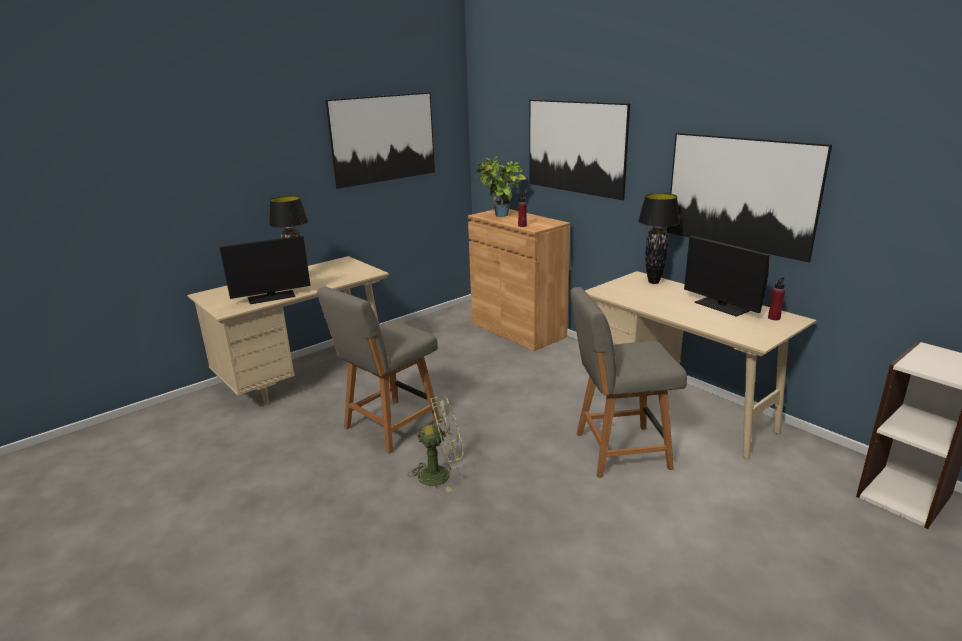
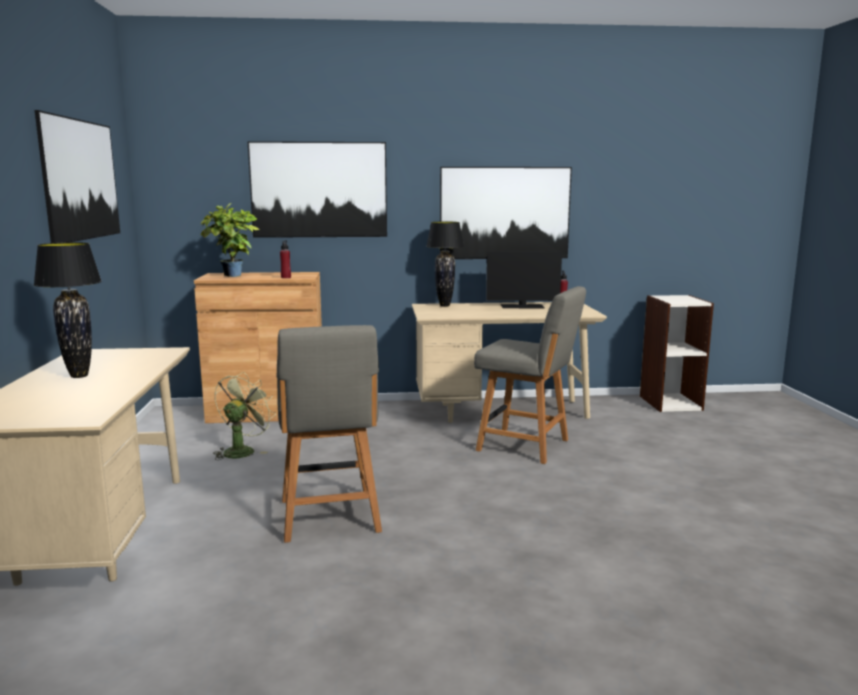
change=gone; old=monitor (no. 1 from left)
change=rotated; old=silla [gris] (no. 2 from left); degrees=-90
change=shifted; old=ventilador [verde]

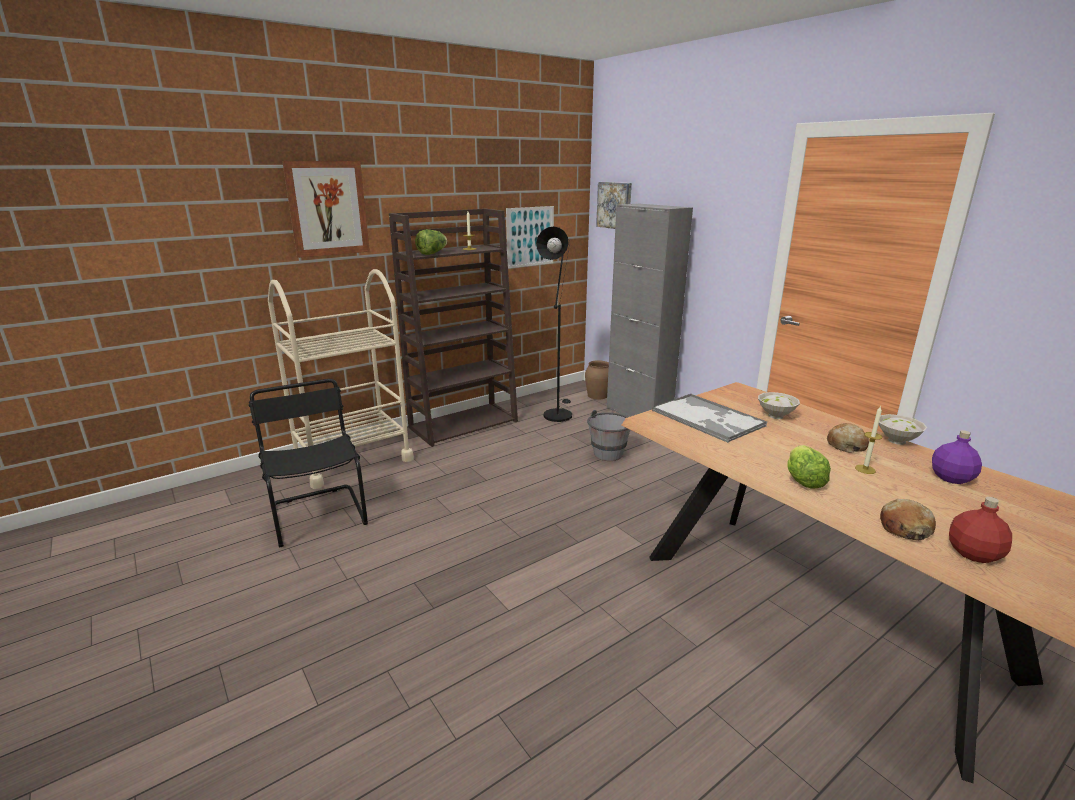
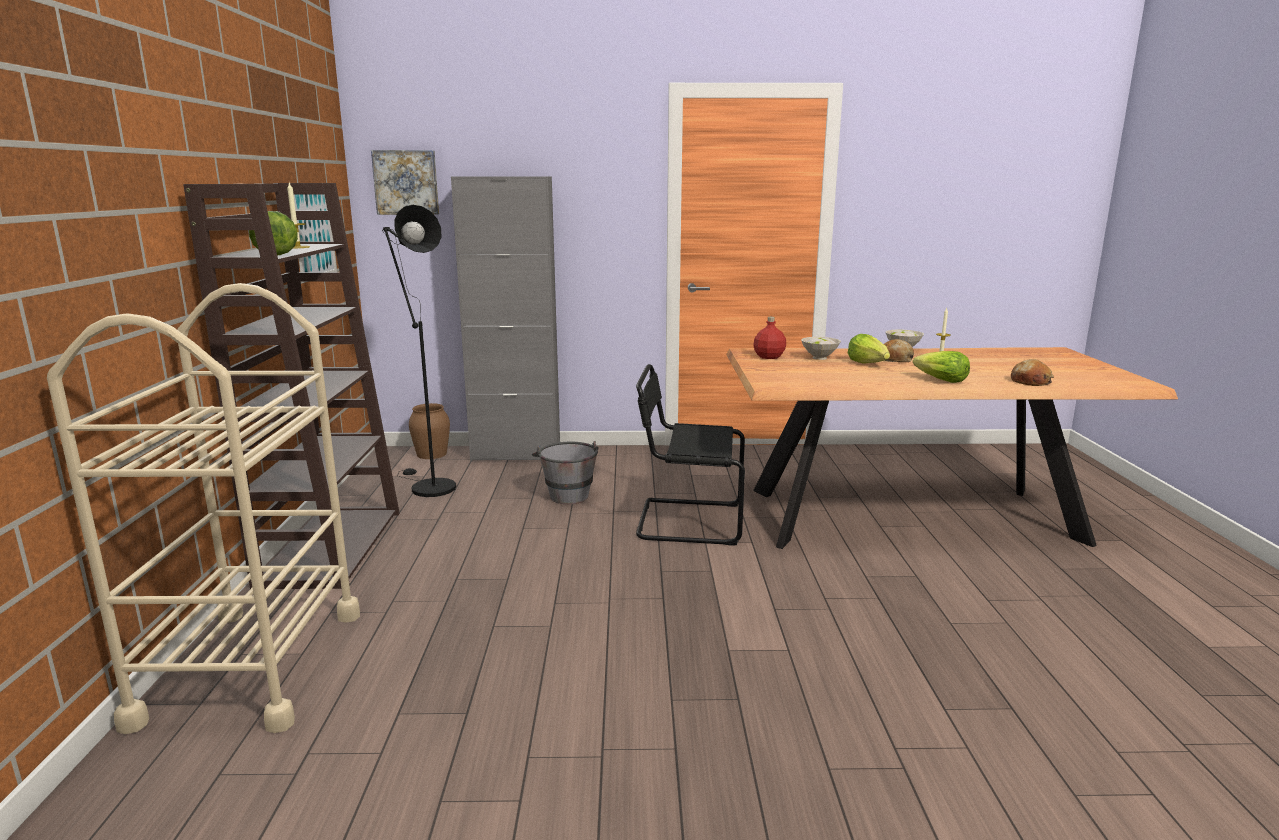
change=gone; old=cuadro (no. 1 from left)
change=shifted; old=silla [negro]
change=gone; old=bandeja
change=gone; old=botella [morado]
change=shifted; old=botella [rojo]
change=new; new=lechuga (no. 2 from left)

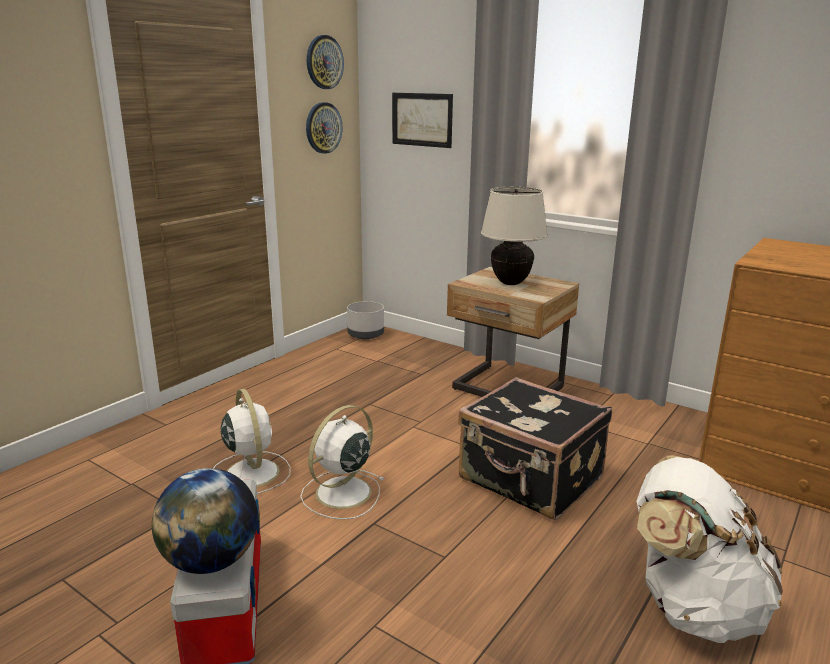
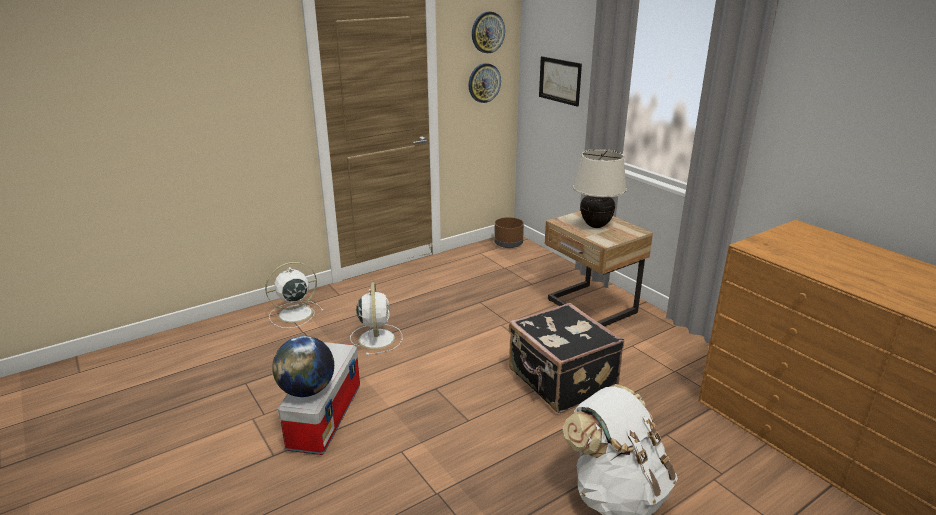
change=repainted; old=maceta [gris]; new=maceta [marrón]
change=shifted; old=ventilador [blanco] (no. 2 from left in the first image); new=ventilador [blanco] (no. 1 from left)

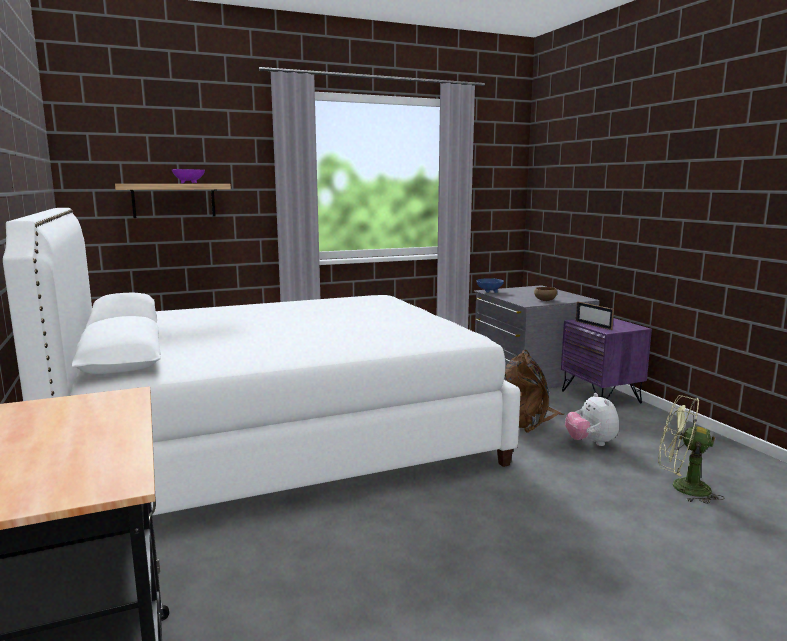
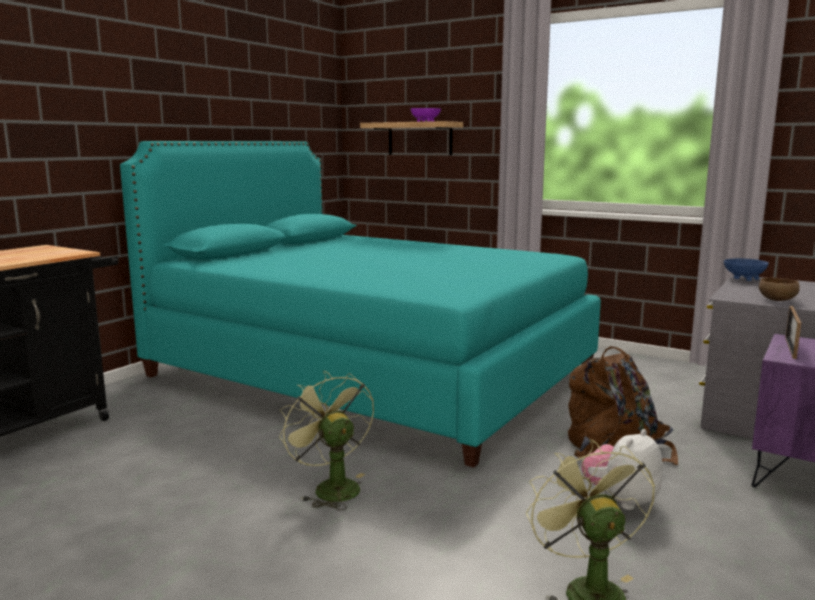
change=repainted; old=cama [blanco]; new=cama [turquesa]
change=new; new=ventilador [verde] (no. 1 from left)

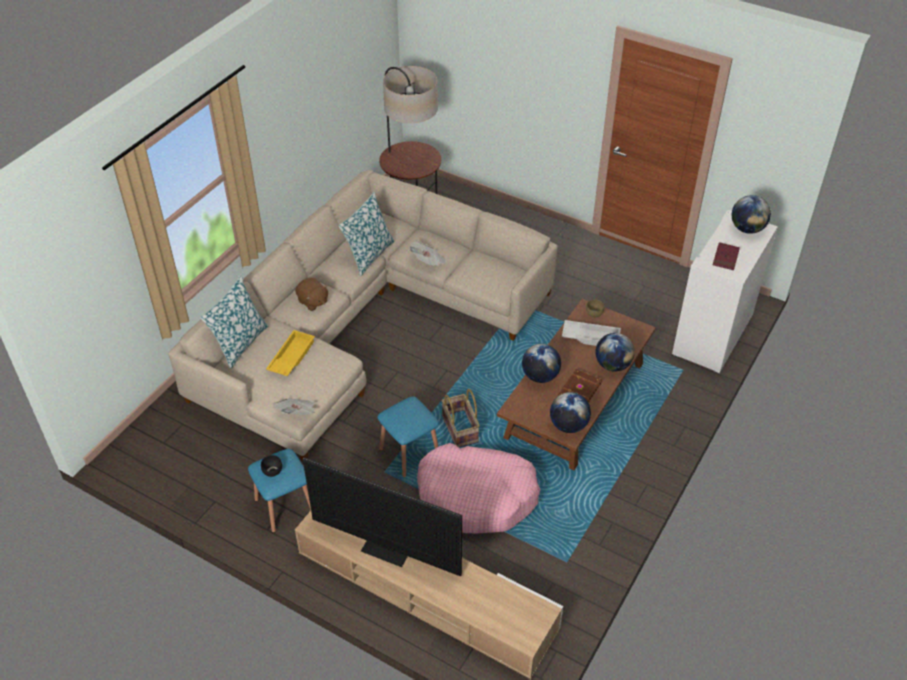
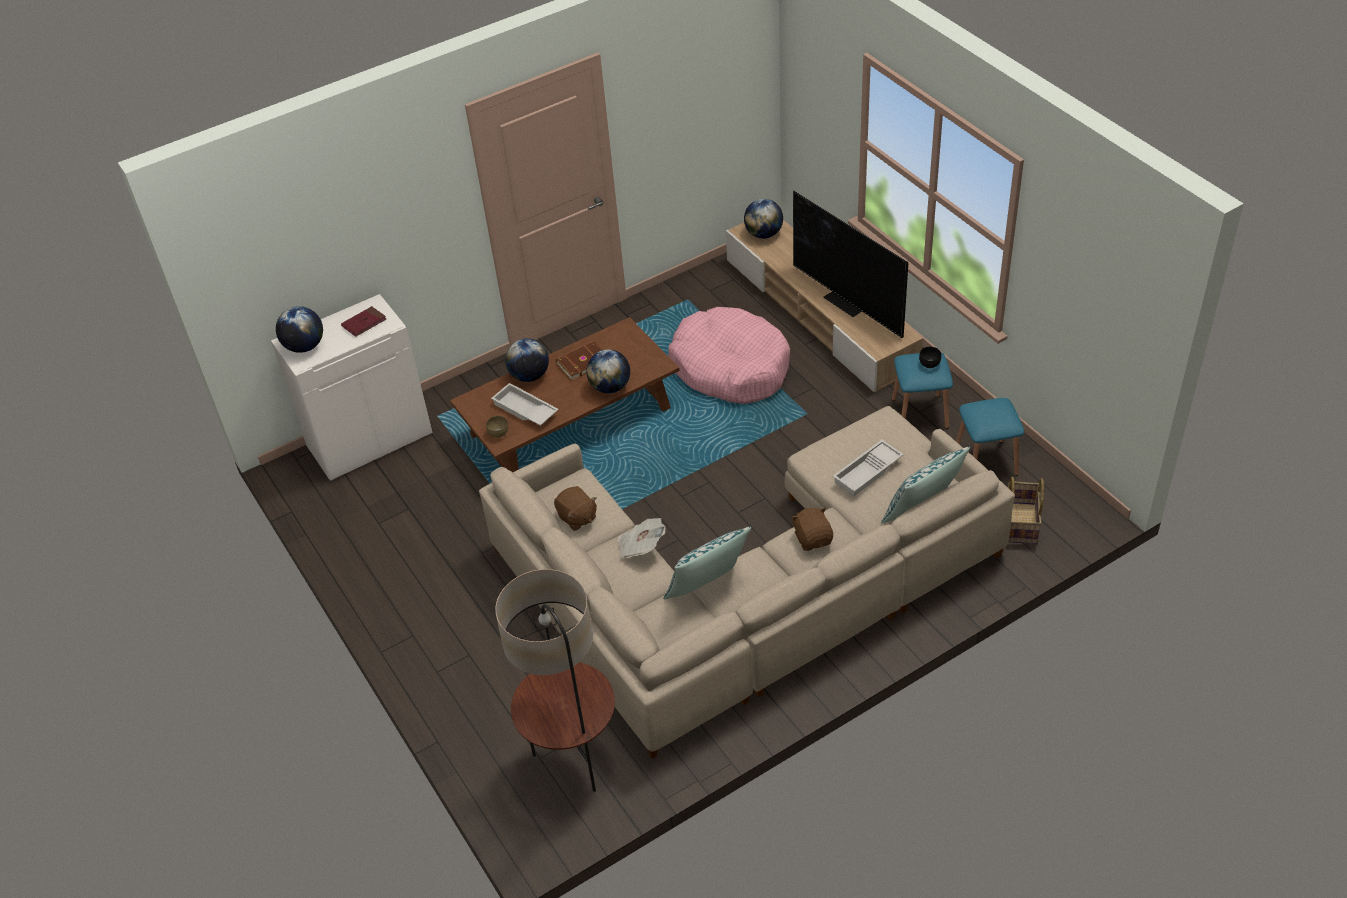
change=repainted; old=bandeja [amarillo]; new=bandeja [blanco] (no. 2 from left)
change=shifted; old=cesta
change=shifted; old=globo terráqueo (no. 2 from left in the first image); new=globo terráqueo (no. 4 from left)
change=shifted; old=taburete [azul] (no. 2 from left)
change=gone; old=periódico (no. 1 from left)
change=new; new=peluche [marrón] (no. 1 from left)

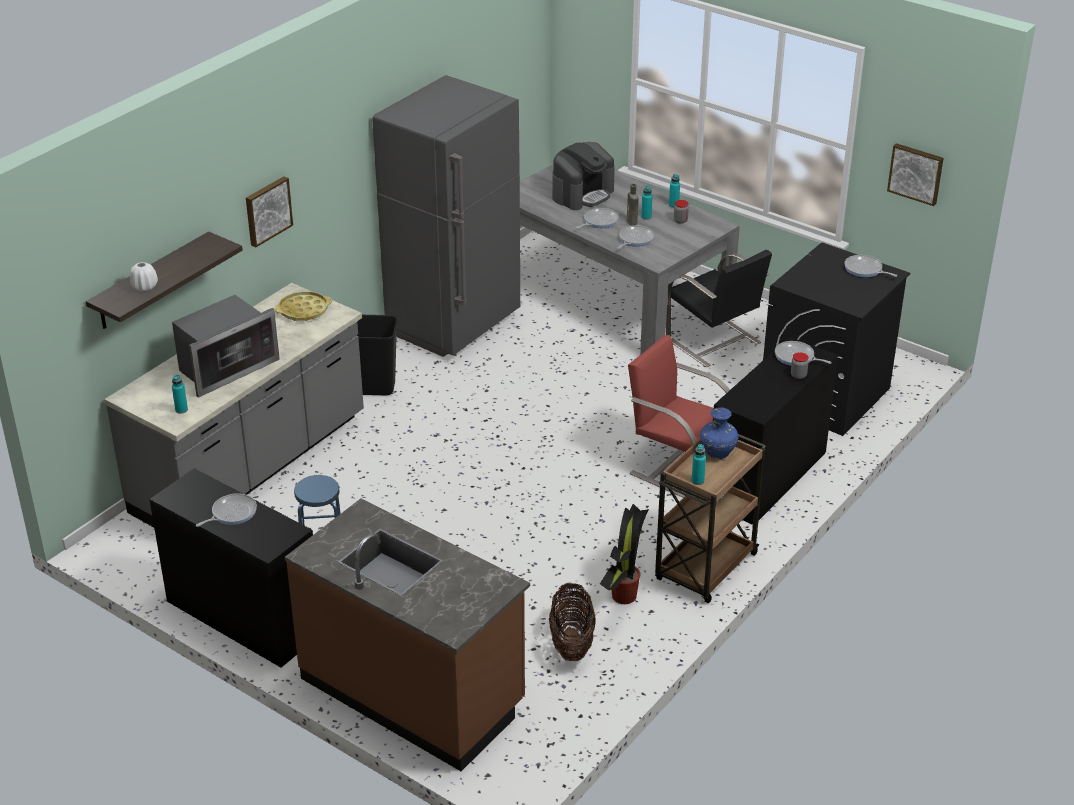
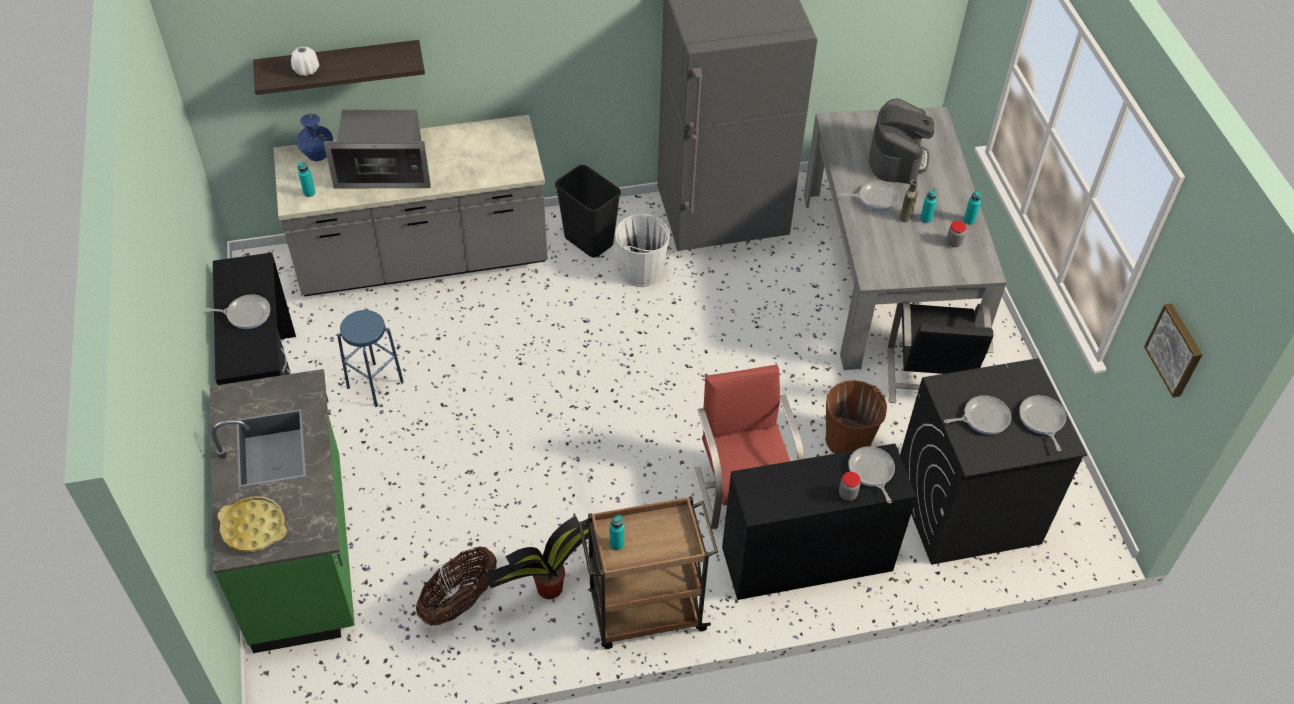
change=rotated; old=cafetera; degrees=-75
change=gone; old=cuadro (no. 1 from left)
change=shifted; old=sartén (no. 3 from left in the first image); new=sartén (no. 4 from left)
change=shifted; old=bandeja [amarillo]
change=shifted; old=florero [azul]
change=repainted; old=mueble bajo de cocina [marrón]; new=mueble bajo de cocina [verde]
change=new; new=cubo [blanco]
change=new; new=cubo [marrón]

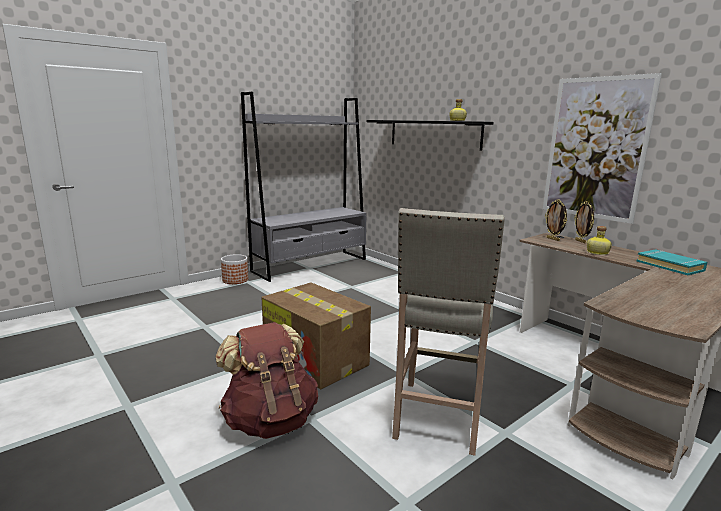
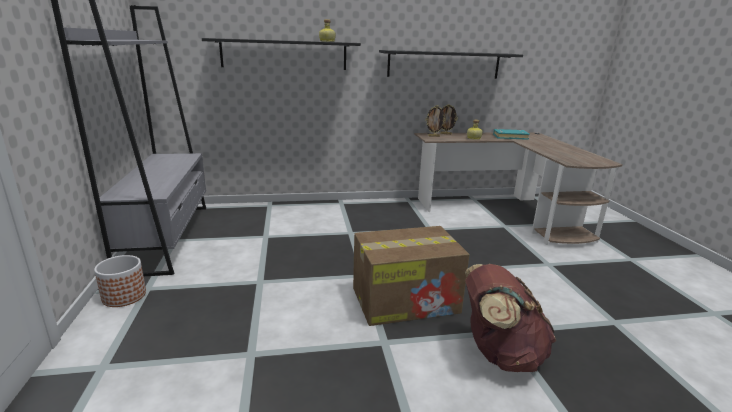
change=swapped; old=cuadro; new=estante [negro] (no. 2 from left)
change=gone; old=taburete [beis]

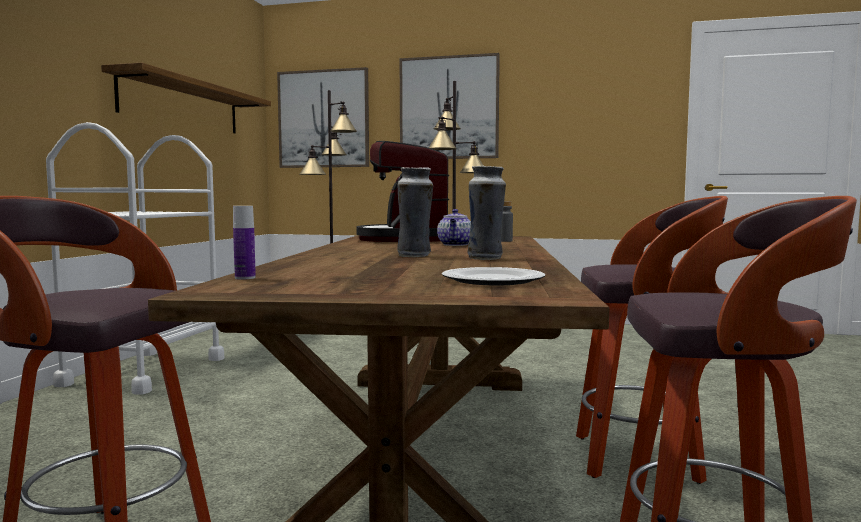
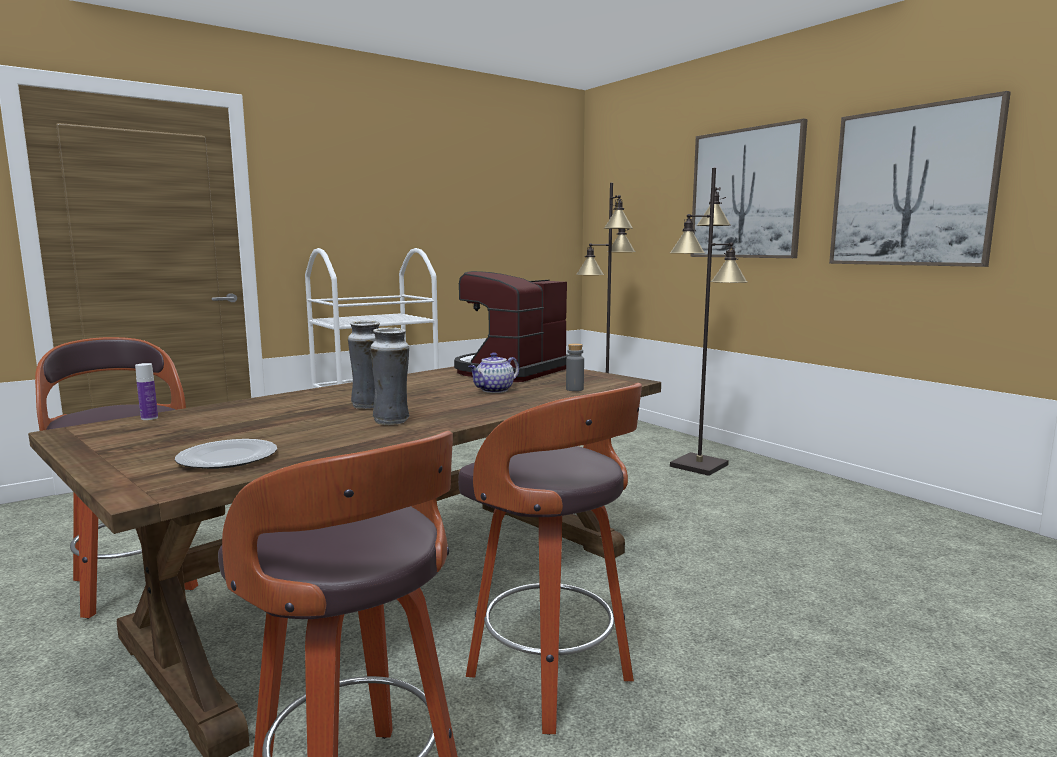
change=gone; old=estante
change=shifted; old=cuadro (no. 1 from left in the first image); new=cuadro (no. 2 from left)

